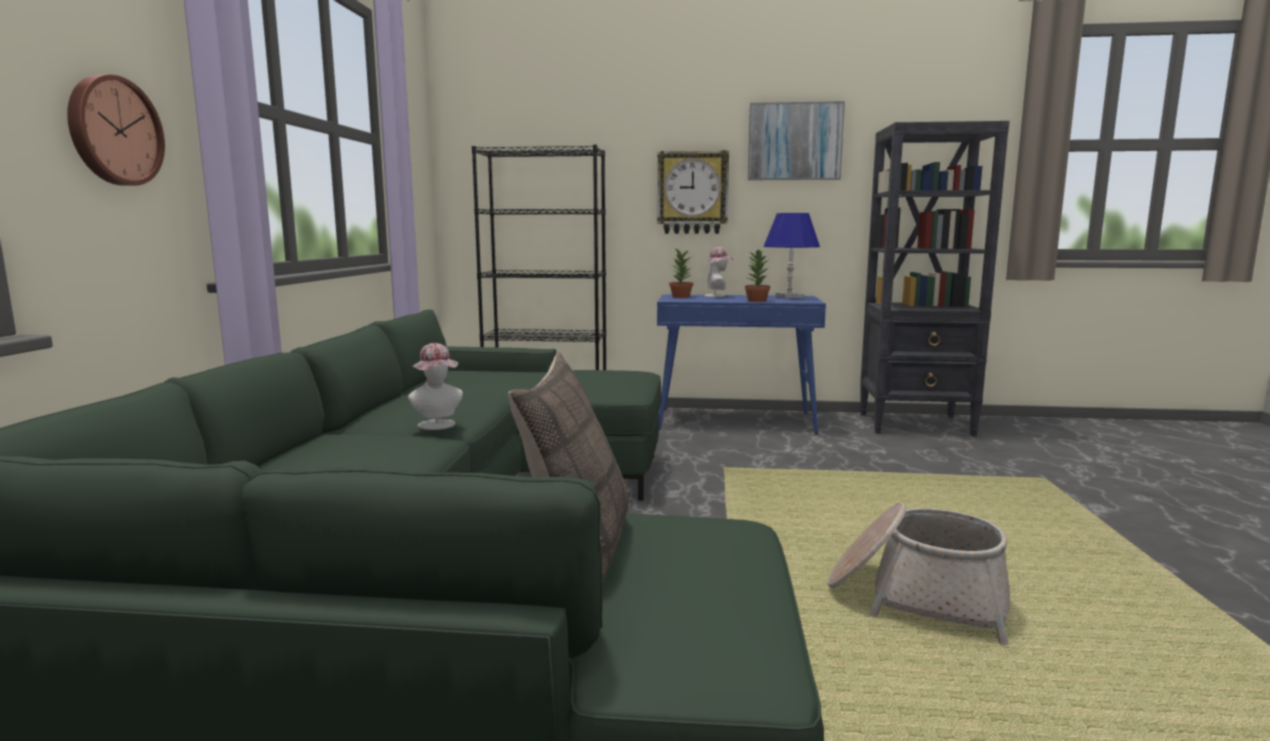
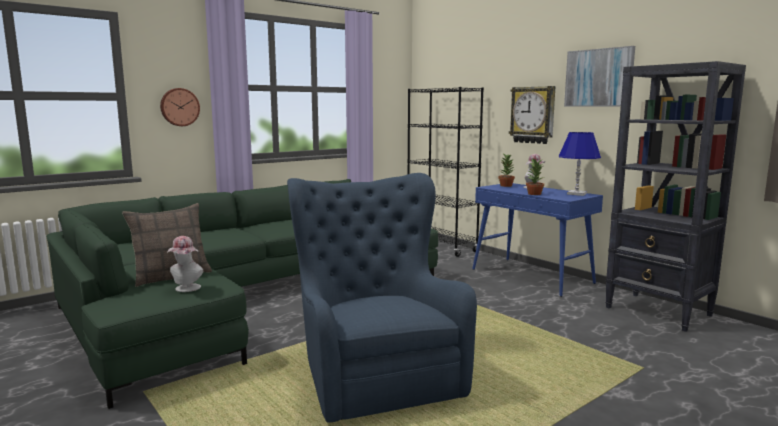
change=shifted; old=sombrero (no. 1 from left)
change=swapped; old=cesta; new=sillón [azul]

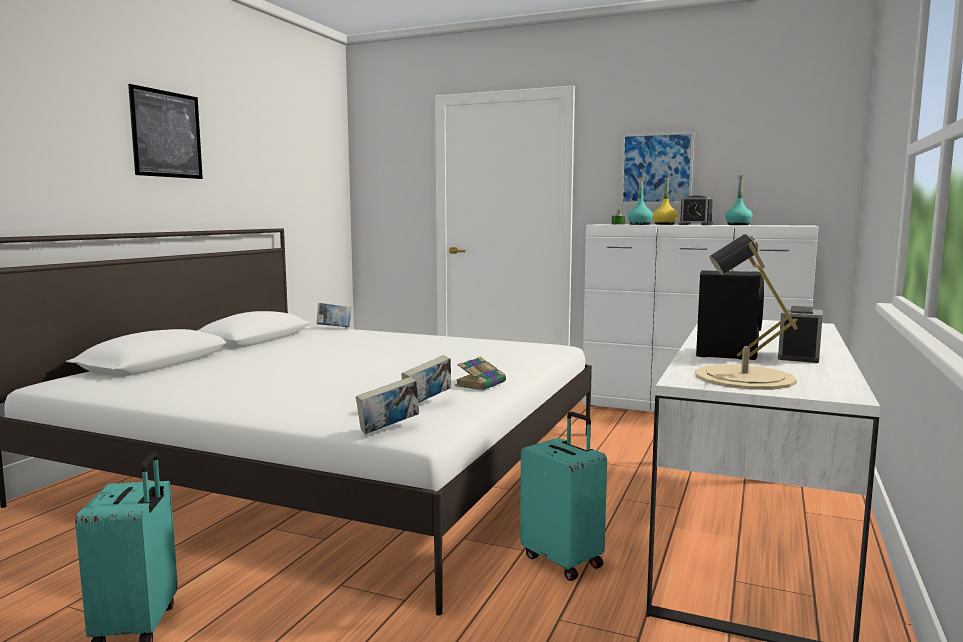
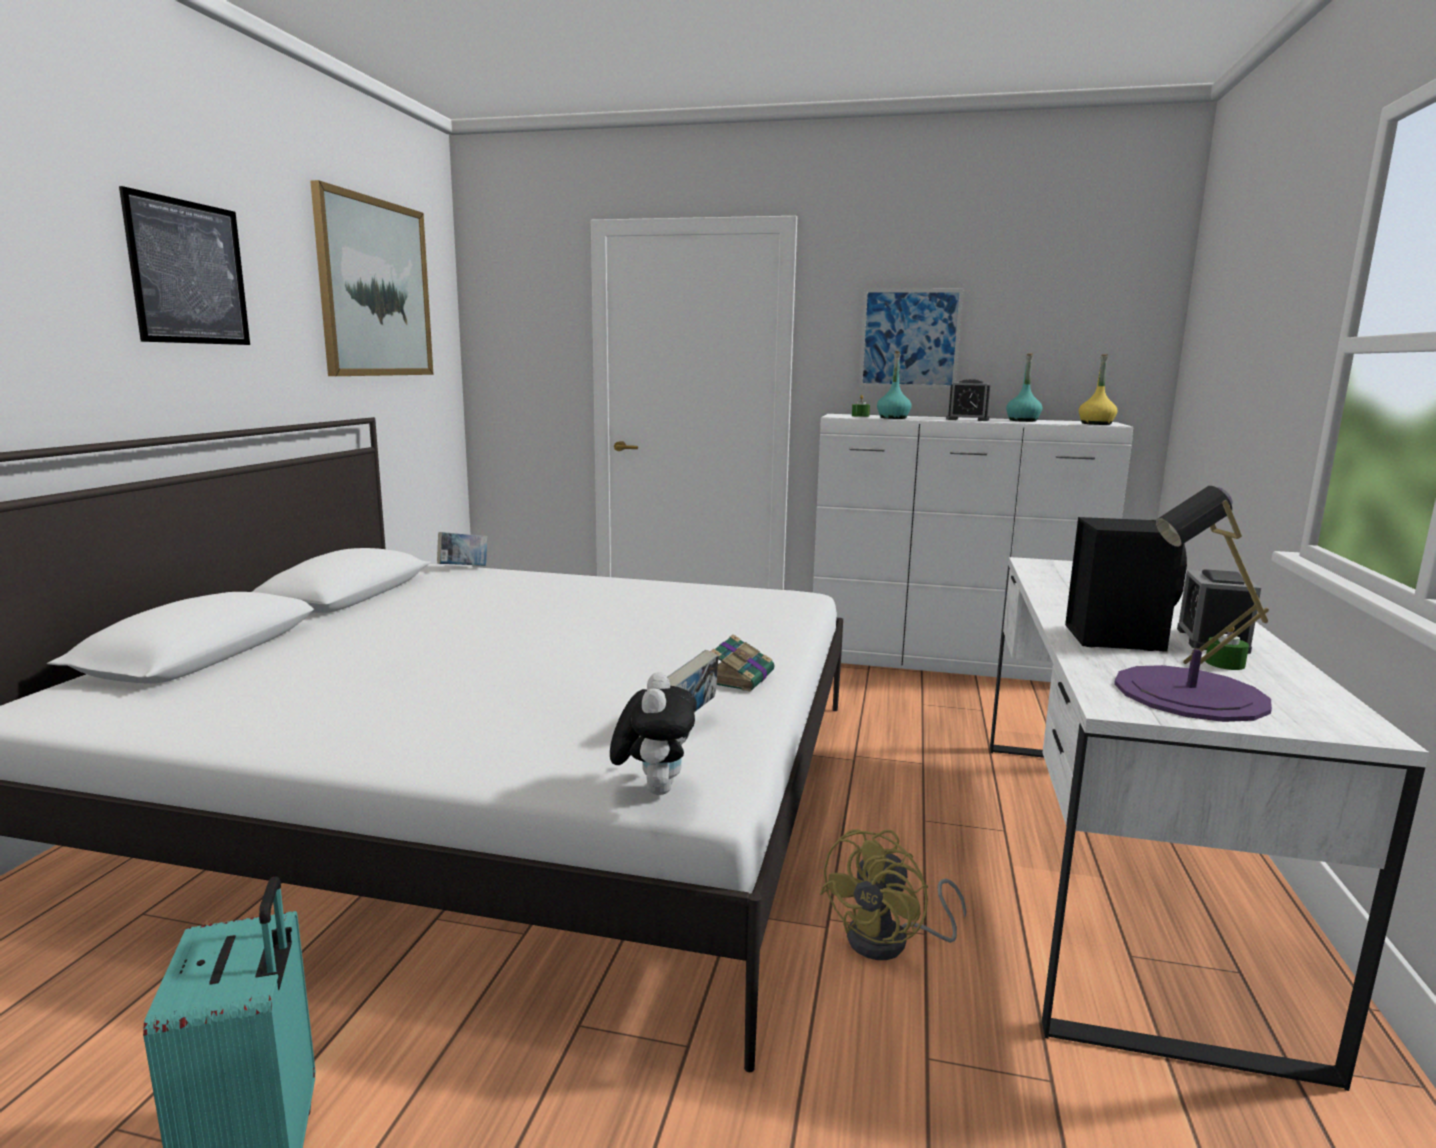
change=shifted; old=botella [amarillo]
change=repainted; old=lámpara de mesa [beis]; new=lámpara de mesa [morado]
change=swapped; old=libro (no. 2 from left); new=peluche
change=swapped; old=maleta [turquesa] (no. 2 from left); new=ventilador [amarillo]
change=new; new=cuadro (no. 2 from left)
change=new; new=vela [verde] (no. 2 from left)

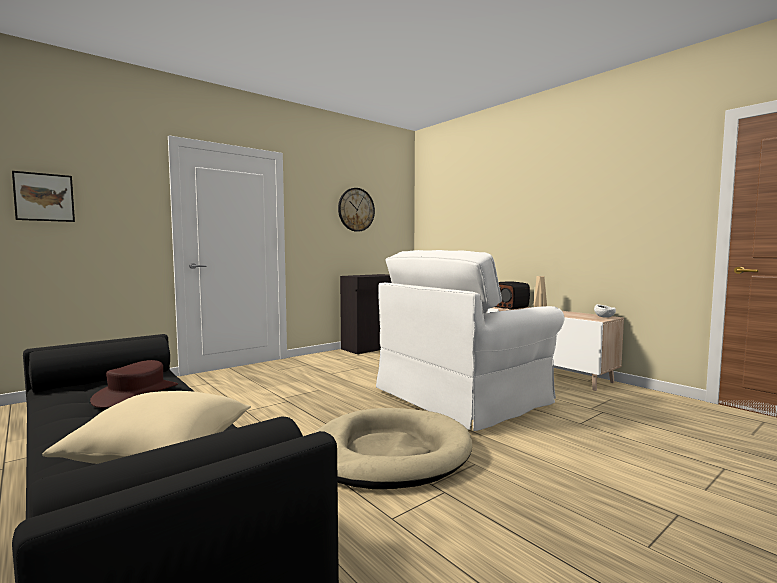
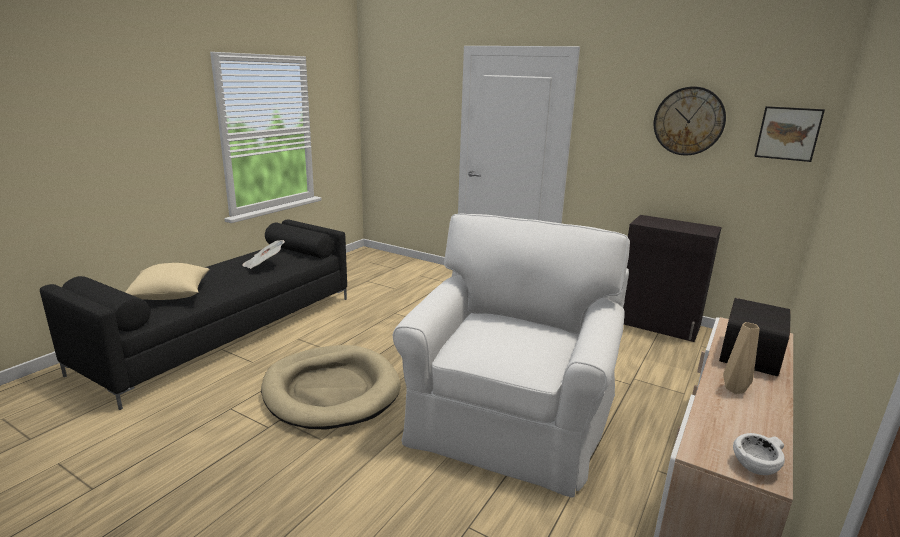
change=shifted; old=cuadro
change=rotated; old=sillón [blanco]; degrees=75
change=swapped; old=sombrero [marrón]; new=periódico

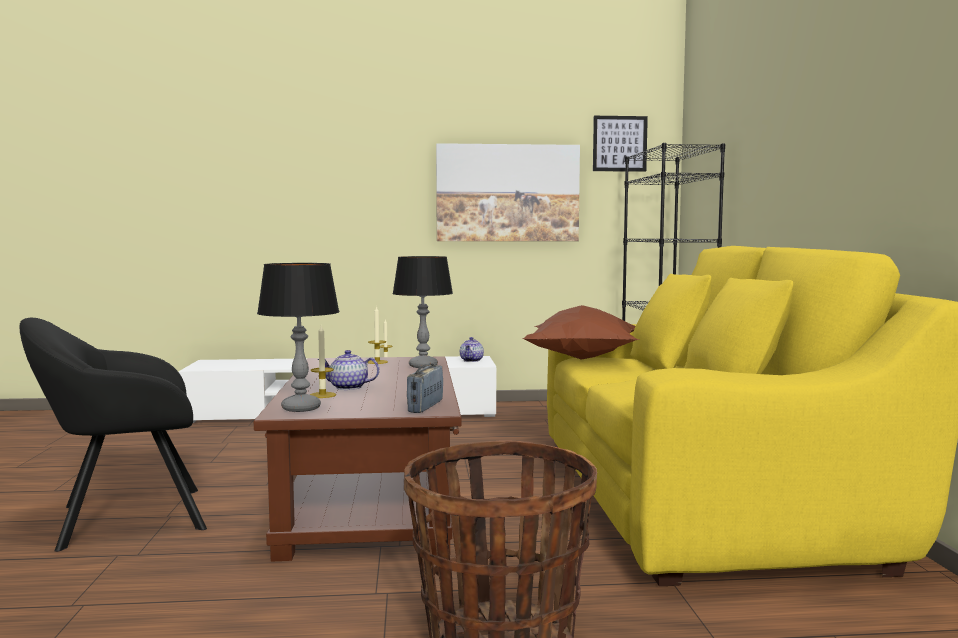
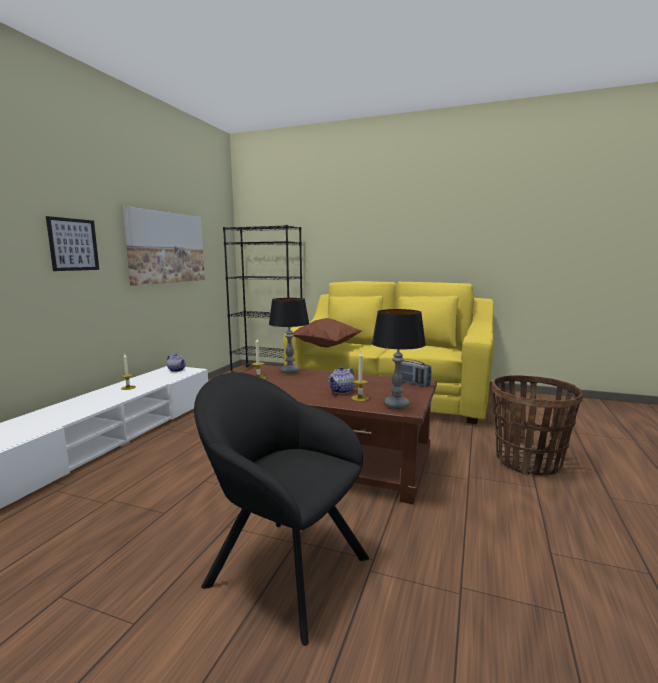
change=shifted; old=cuadro (no. 2 from left in the first image); new=cuadro (no. 1 from left)
change=rotated; old=sillón [negro]; degrees=120

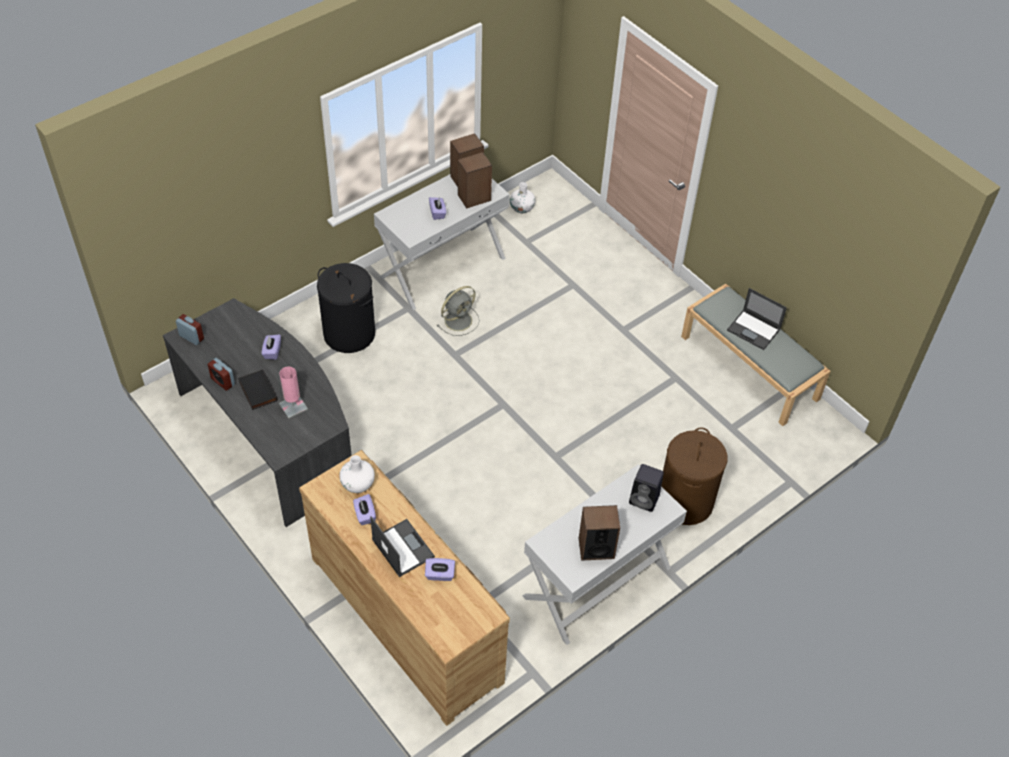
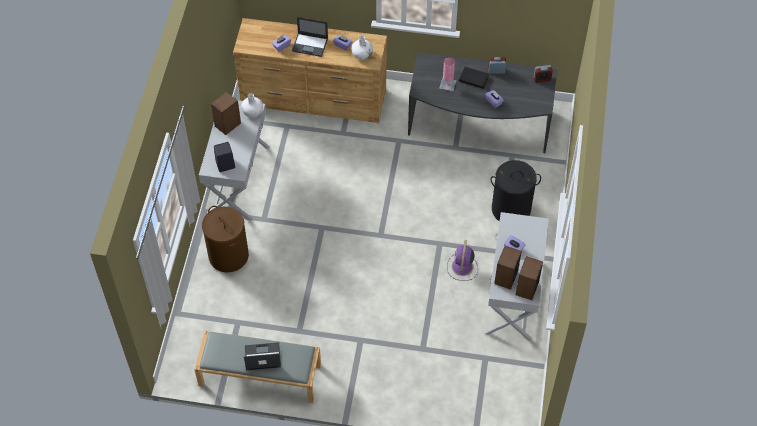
change=shifted; old=florero [blanco] (no. 2 from left in the first image); new=florero [blanco] (no. 1 from left)
change=repainted; old=ventilador [gris]; new=ventilador [morado]

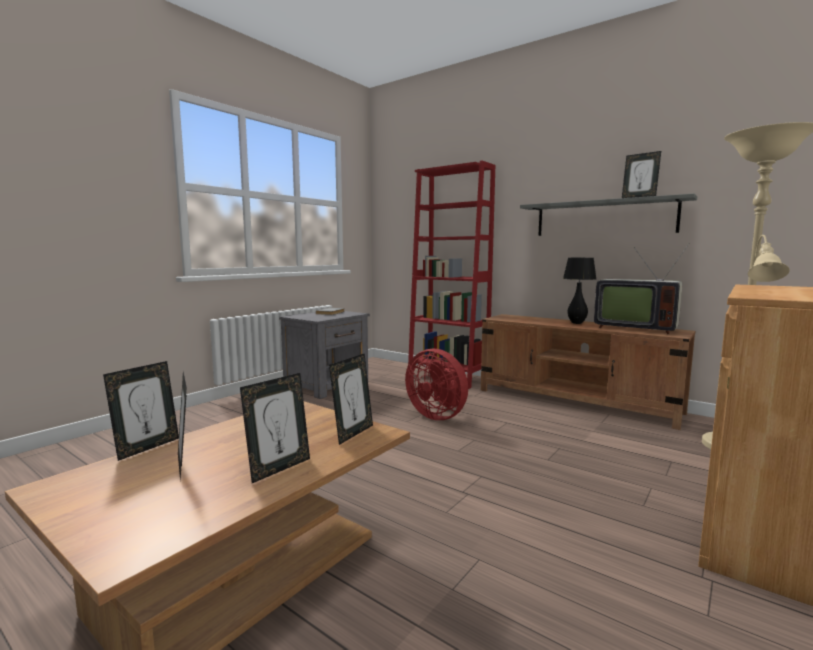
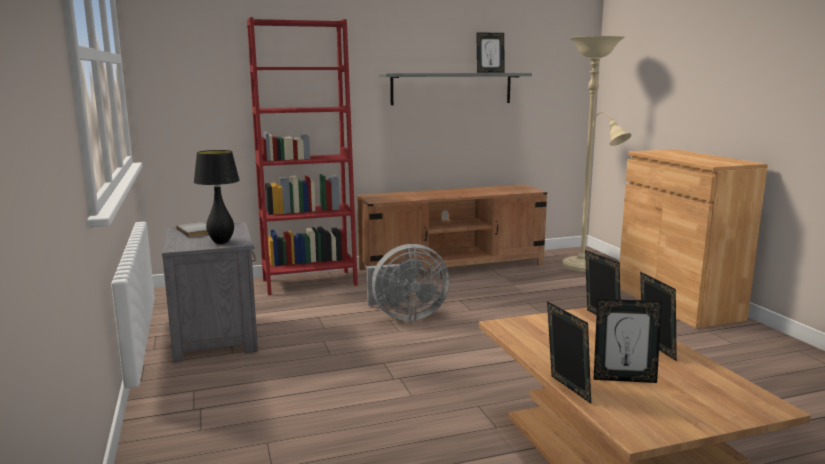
change=gone; old=televisor
change=shifted; old=lámpara de mesa [negro]
change=repainted; old=ventilador [rojo]; new=ventilador [gris]

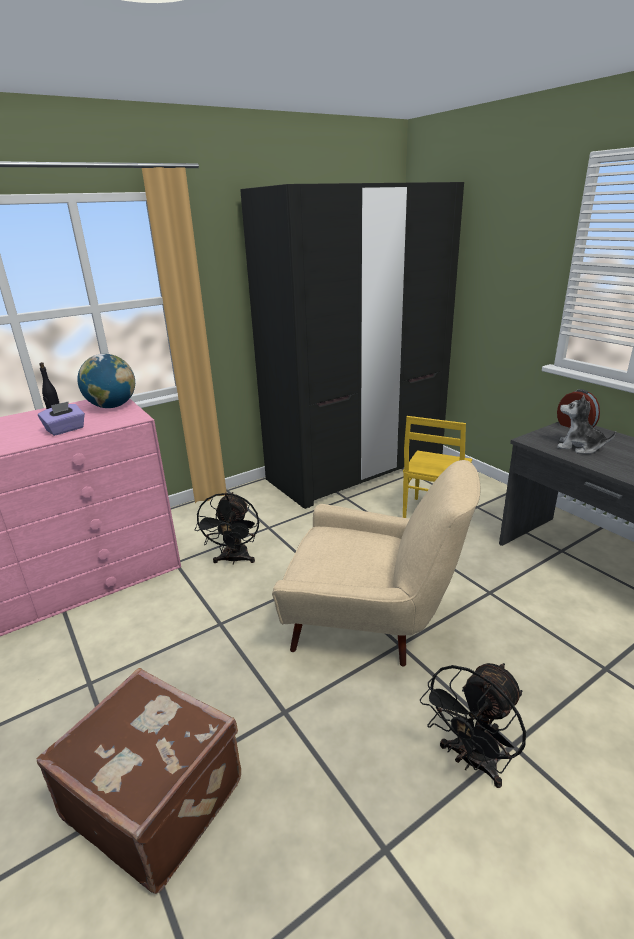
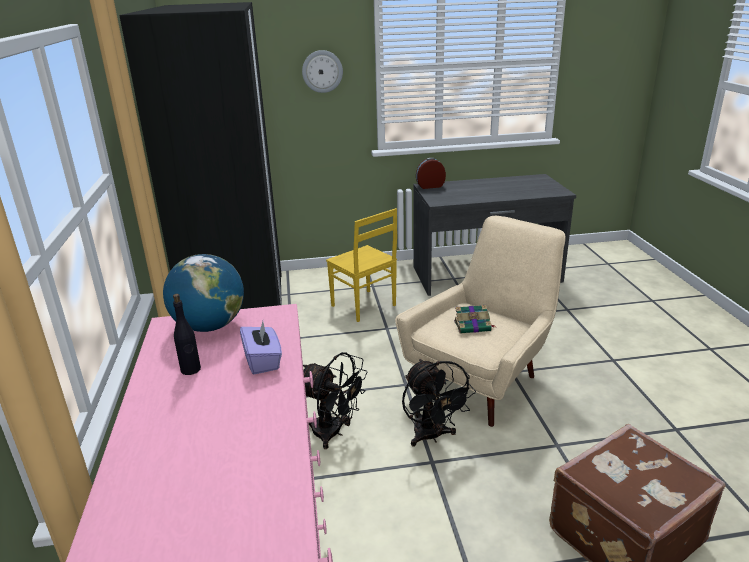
change=gone; old=peluche
change=shifted; old=ventilador [negro] (no. 2 from left)
change=new; new=reloj de pared
change=new; new=libro

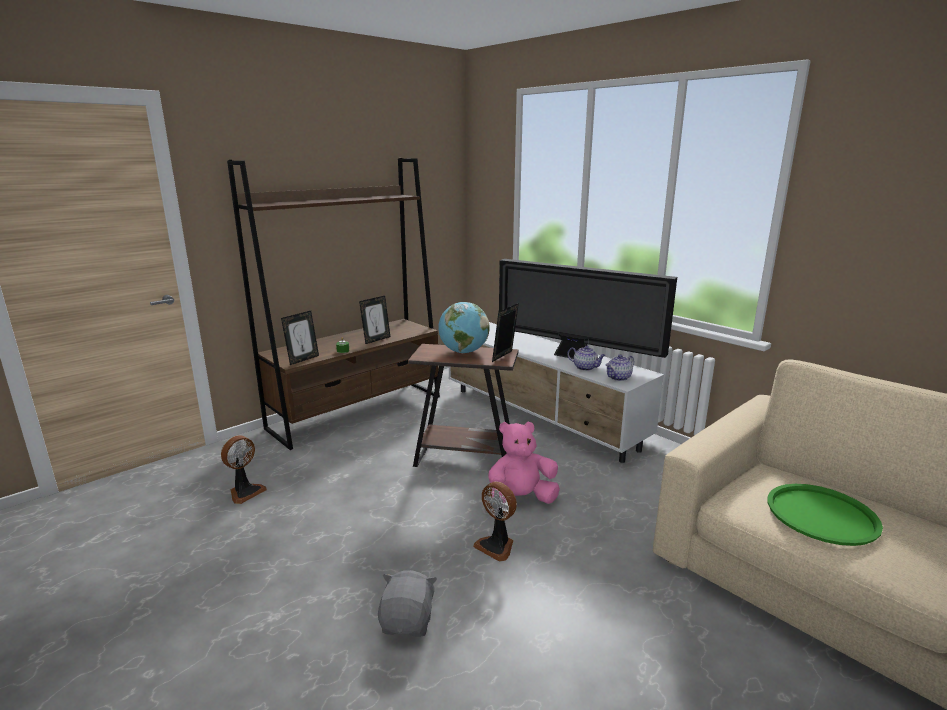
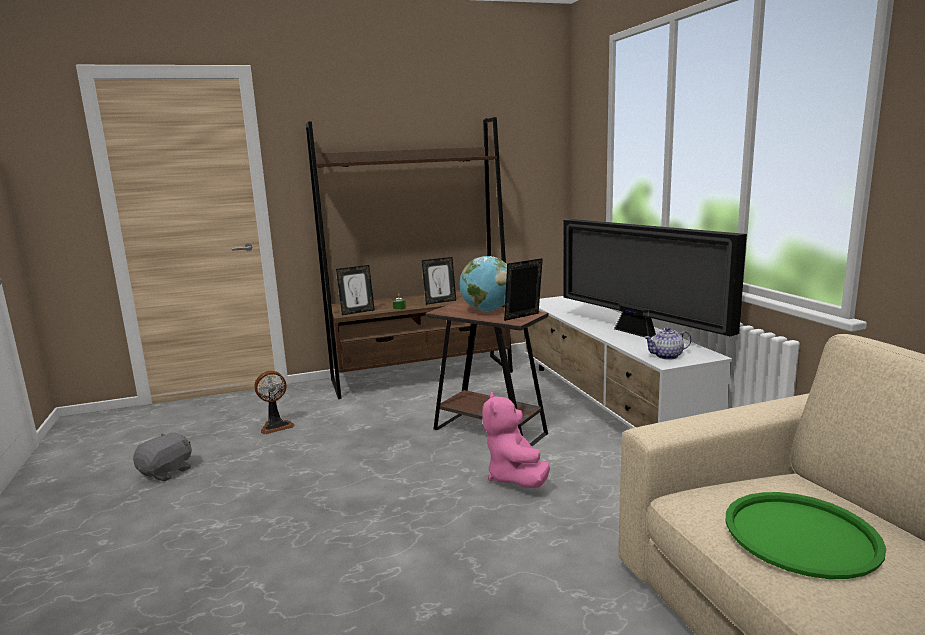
change=gone; old=tetera (no. 1 from left)
change=rotated; old=peluche [rosa]; degrees=-105
change=gone; old=ventilador (no. 2 from left)
change=shifted; old=peluche [gris]

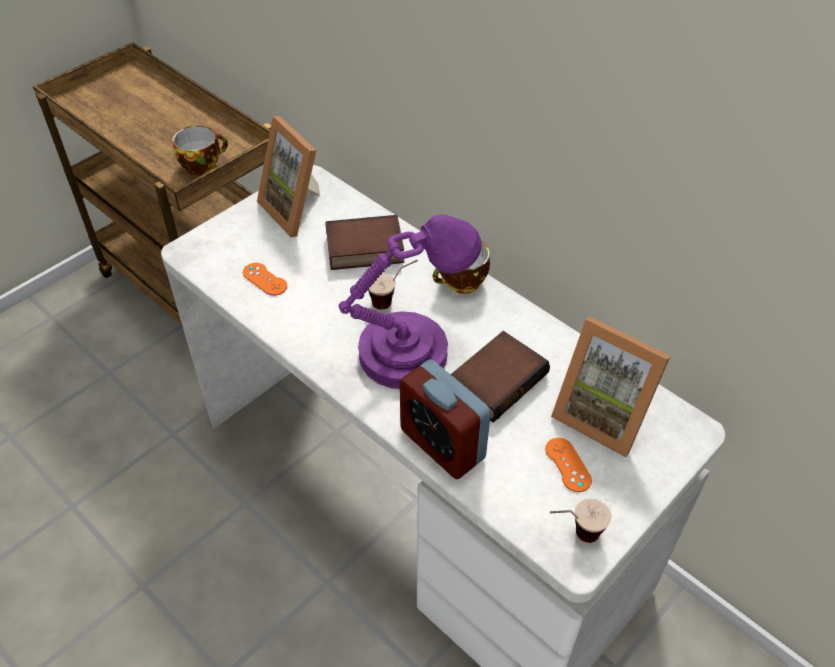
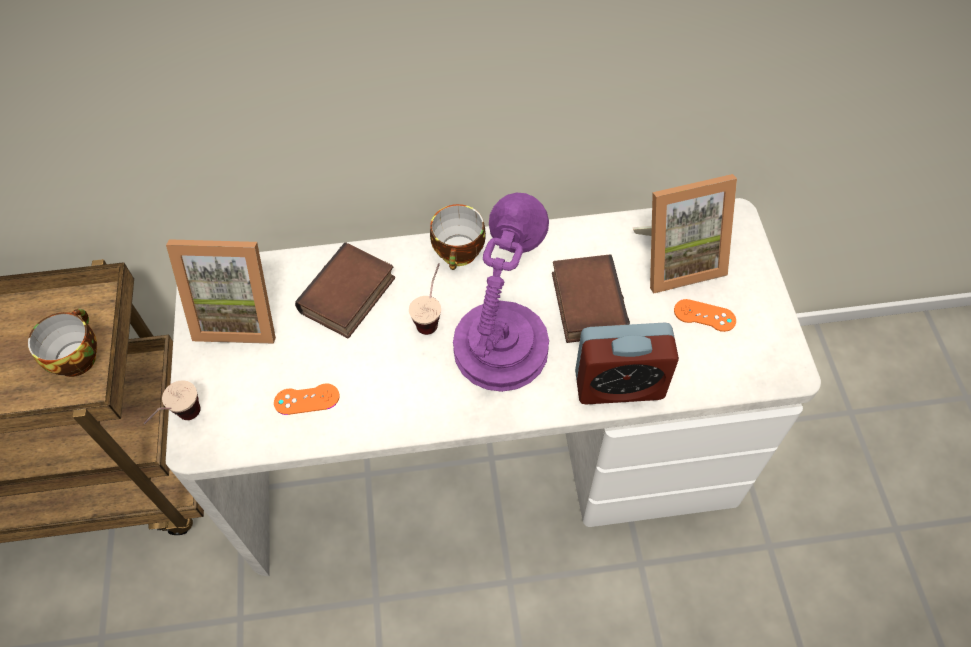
change=shifted; old=taza (no. 4 from left in the first image); new=taza (no. 2 from left)

